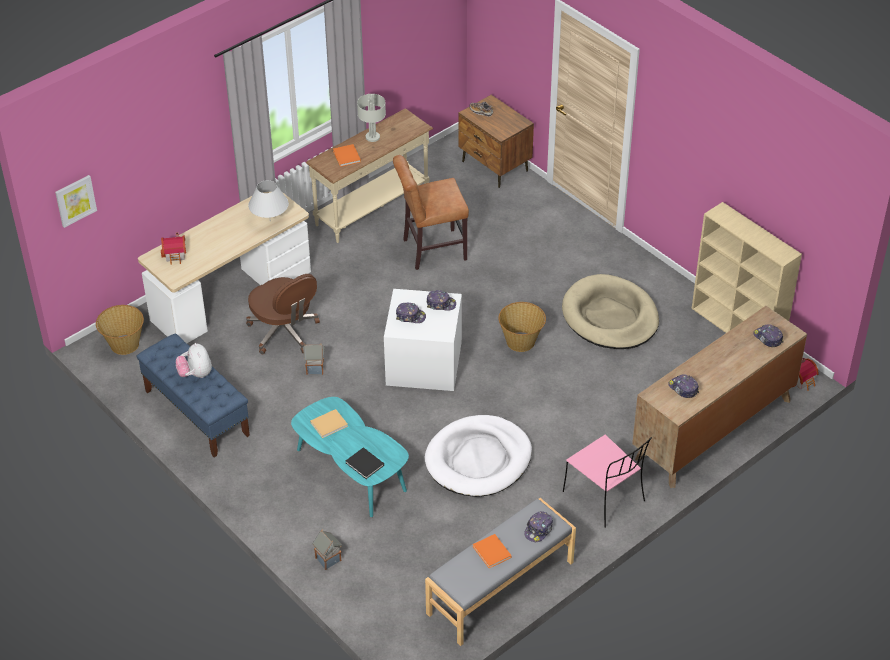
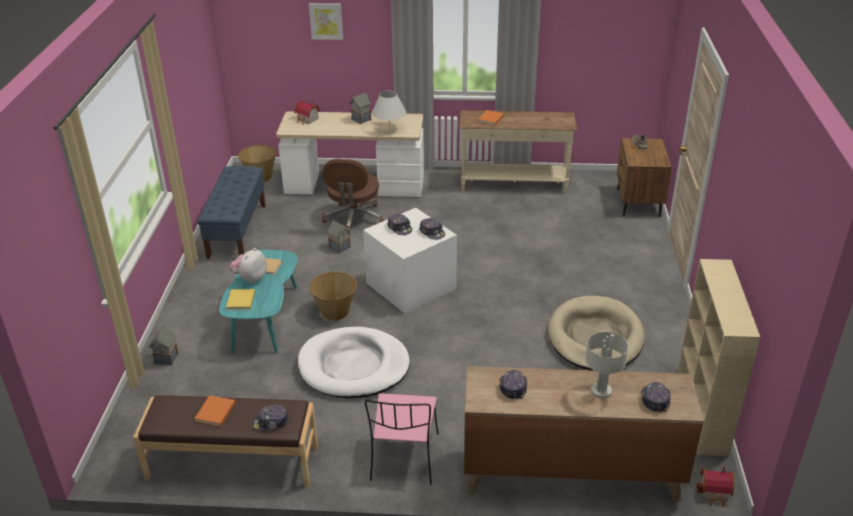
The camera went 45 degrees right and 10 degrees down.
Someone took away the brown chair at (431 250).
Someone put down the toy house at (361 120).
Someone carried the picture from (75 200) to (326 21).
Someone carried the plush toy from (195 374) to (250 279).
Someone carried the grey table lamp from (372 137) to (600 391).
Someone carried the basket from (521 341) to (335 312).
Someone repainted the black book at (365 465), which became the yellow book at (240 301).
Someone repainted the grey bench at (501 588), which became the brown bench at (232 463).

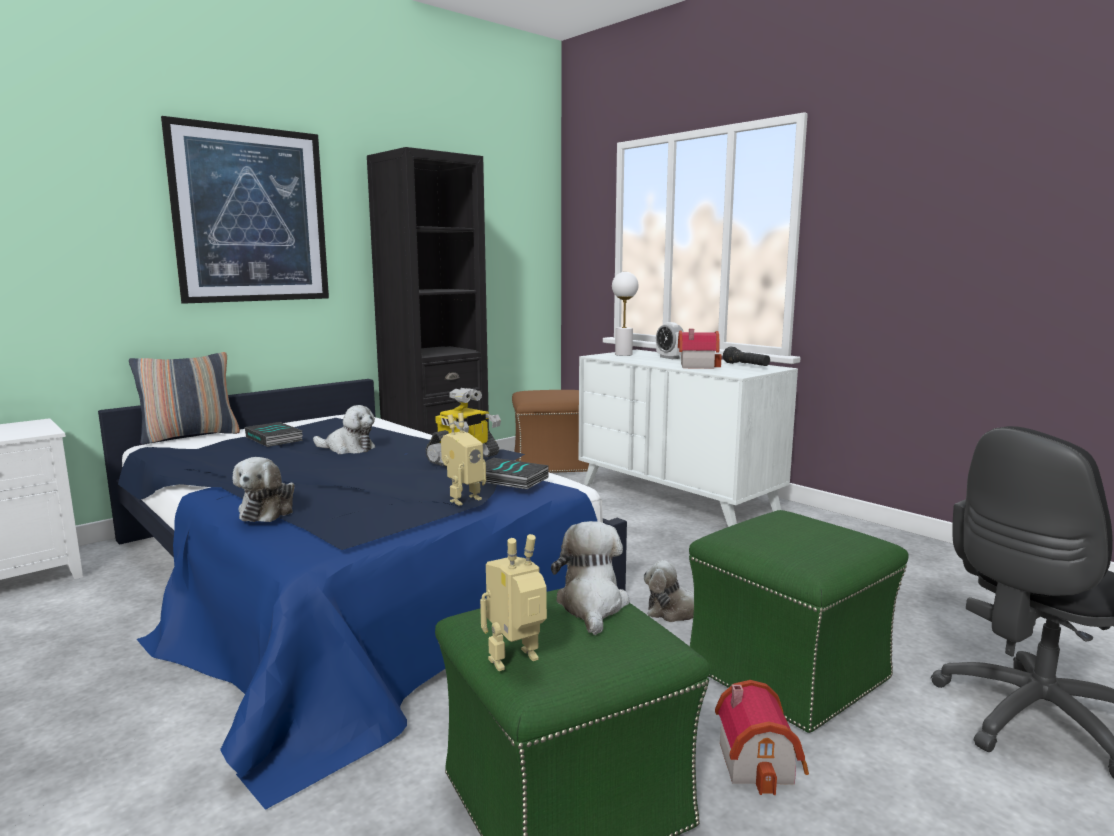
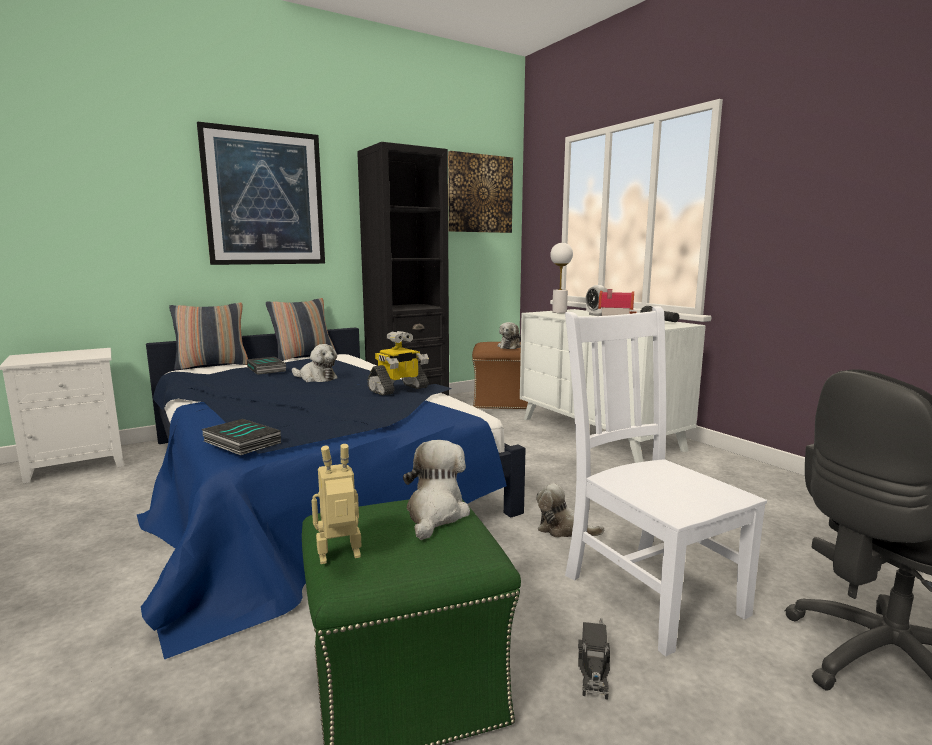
The camera went 10 degrees right and 0 degrees up.
Someone took away the toy robot at (462 499).
Someone put down the pillow at (303 356).
Someone put up the picture at (480 194).
Someone carried the plush toy from (269 510) to (510 346).
Someone carried the book from (508 479) to (240 442).
Someone swapped the green ottoman at (788 671) for the white chair at (648 591).
Someone swapped the toy house at (760 761) for the toy truck at (593 670).

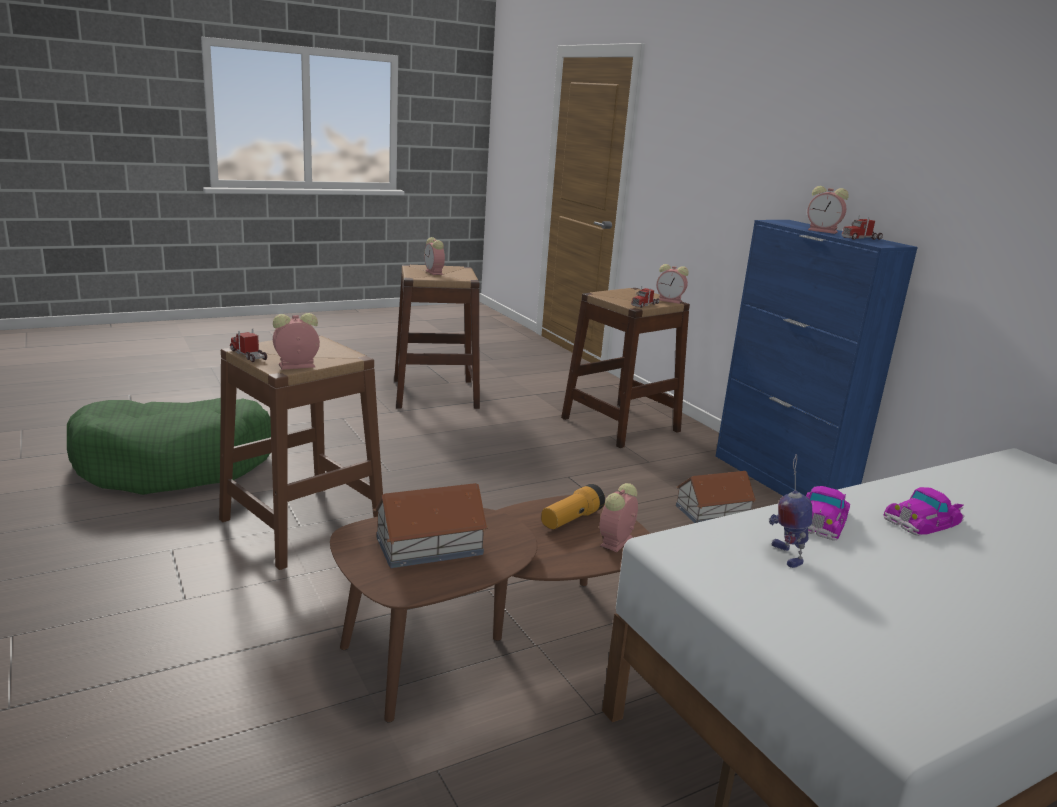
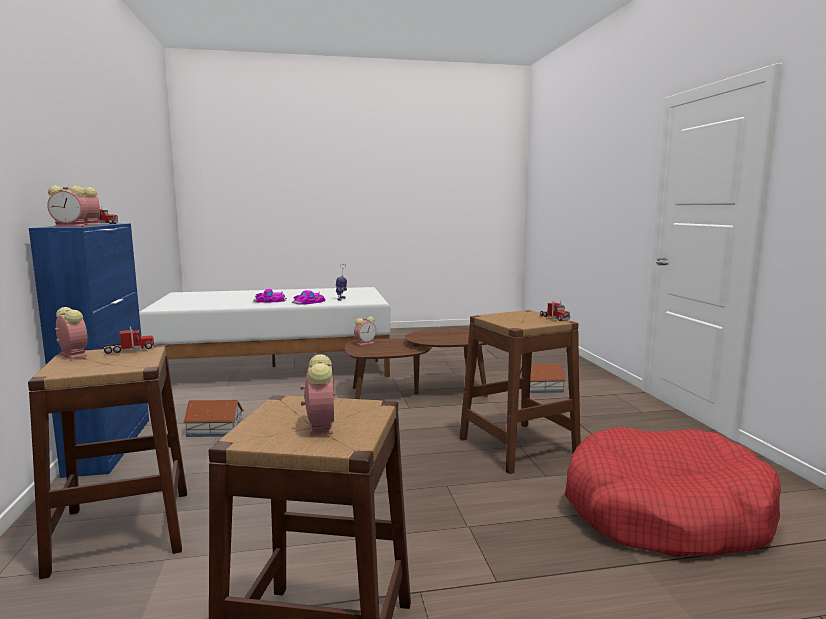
The camera went 160 degrees left and 10 degrees down.
Someone took away the flashlight at (571 519).
Someone carried the alarm clock from (295 366) to (71 226).
Someone carried the toy house from (430 545) to (540 388).
Someone repainted the green dog bed at (175 464), which became the red dog bed at (664 512).

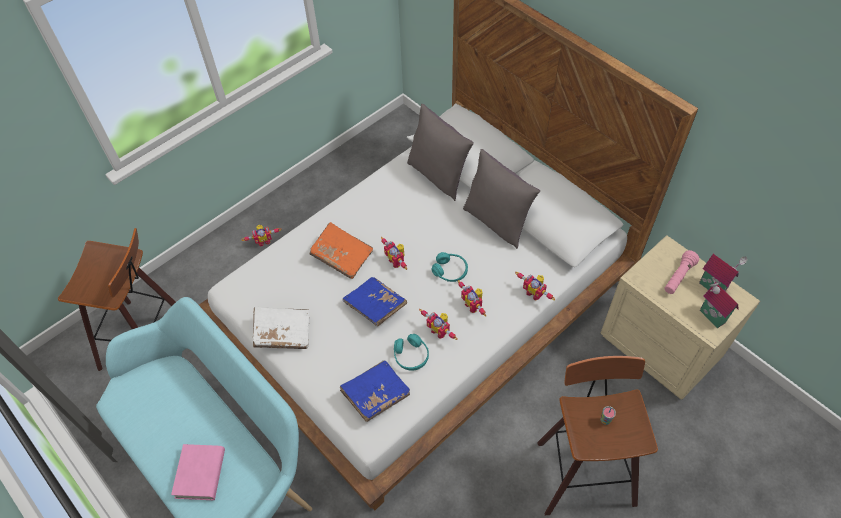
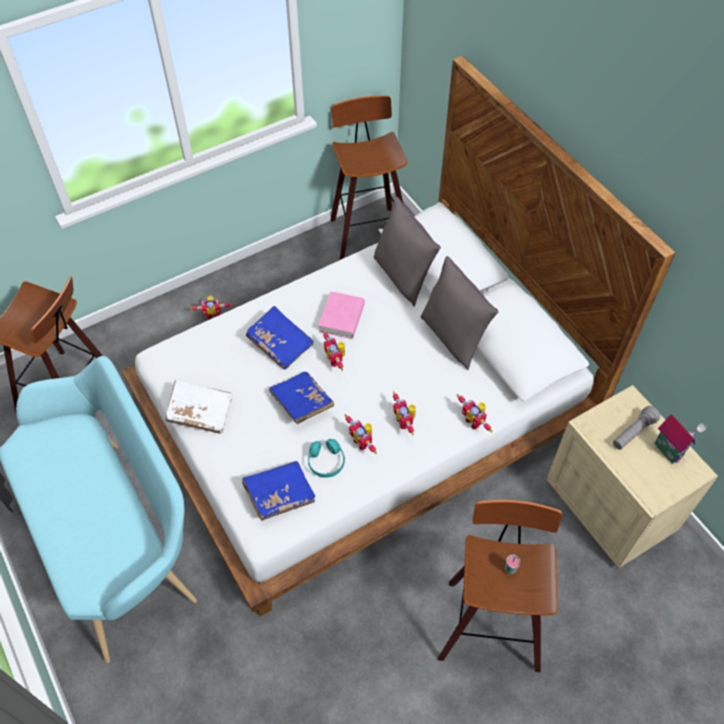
The camera went 10 degrees right and 0 degrees up.
Someone took away the turquoise headphones at (450 271).
Someone took away the toy house at (710 317).
Someone put down the stool at (367 232).
Someone carried the pink book from (200 474) to (341 318).
Someone repainted the orange book at (342 256), which became the blue book at (280 344).
Someone repainted the pink flashlight at (678 277), which became the grey flashlight at (633 433).

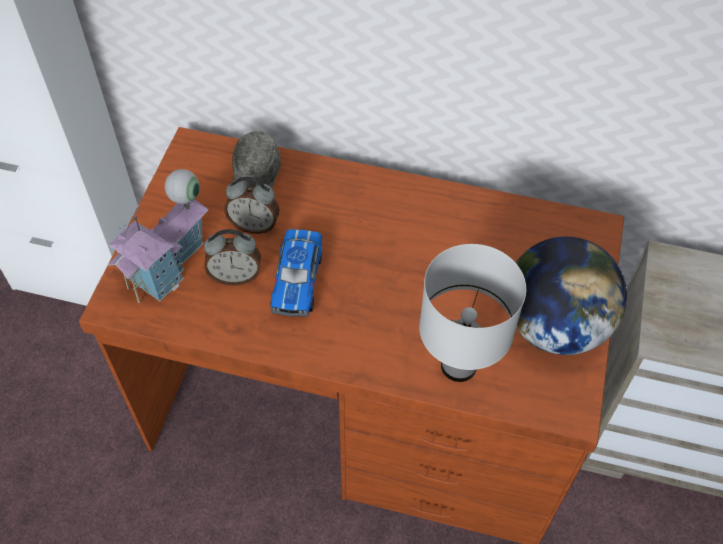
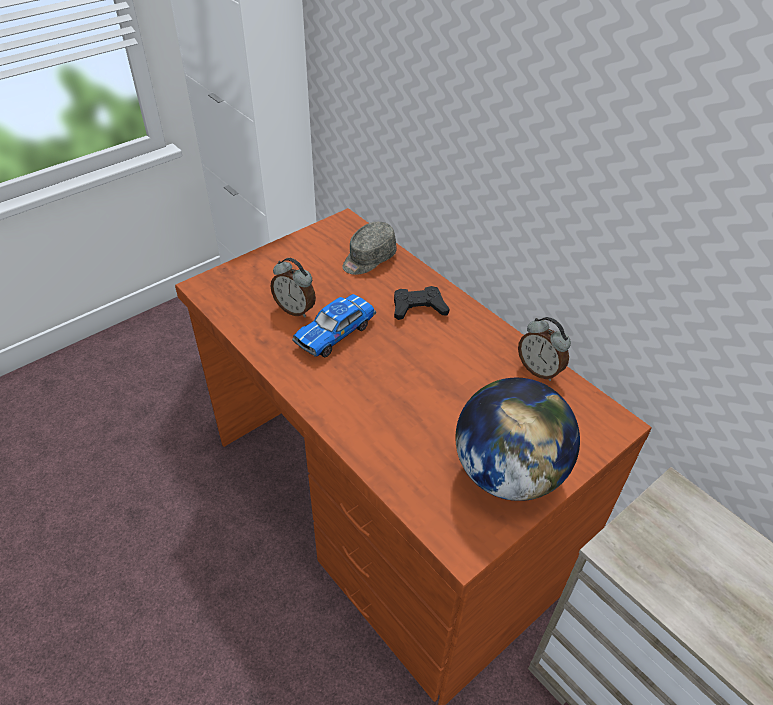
The camera went 35 degrees right and 10 degrees down.
Someone took away the toy house at (169 265).
Someone took away the white table lamp at (458 365).
Someone put down the black game controller at (418 307).
Someone carried the alarm clock from (254 225) to (539 370).

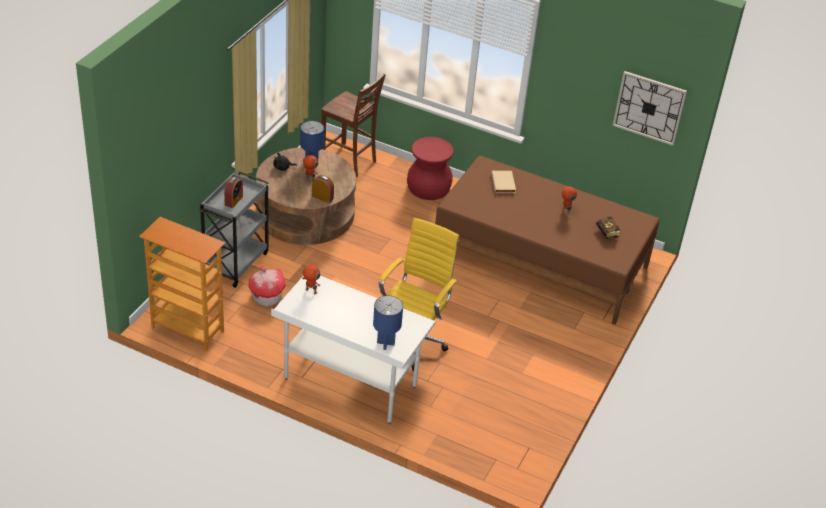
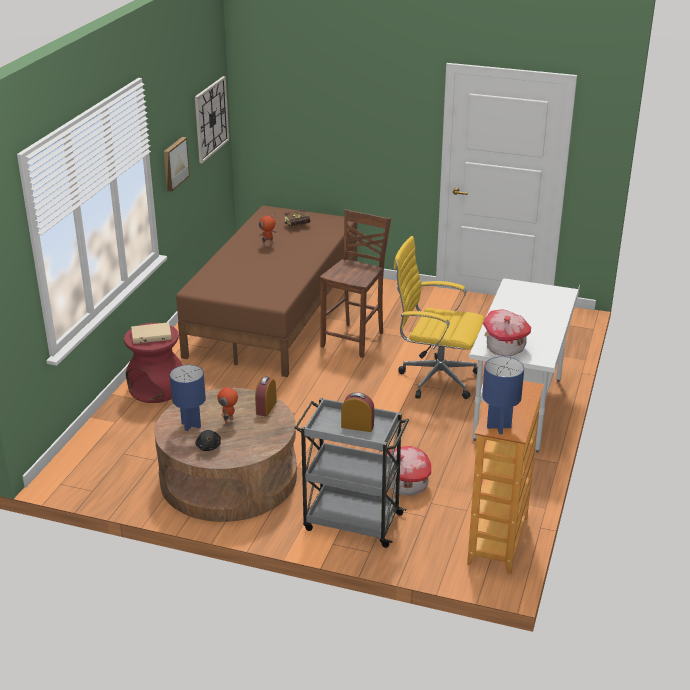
The camera went 95 degrees left and 10 degrees down.
Someone put up the picture at (174 163).
Someone carried the brown chair from (349 161) to (354 339).
Someone carried the blue table lamp from (385 343) to (498 427).
Someone carried the beige book from (504 184) to (151 335).
Someone swapped the toy robot at (310 291) for the toy house at (505 347).

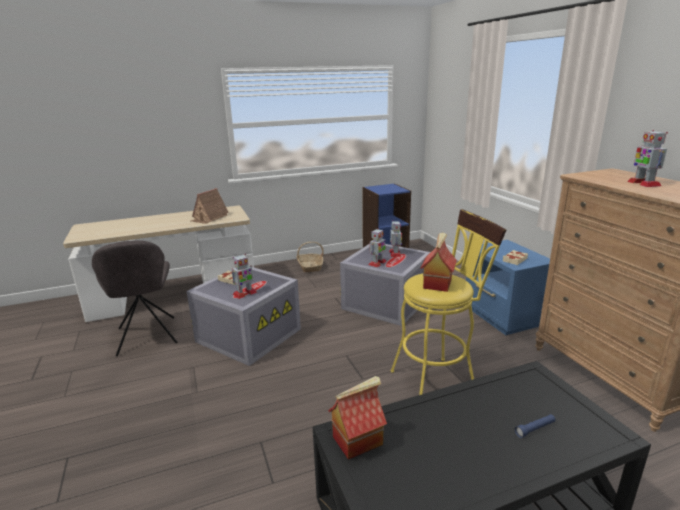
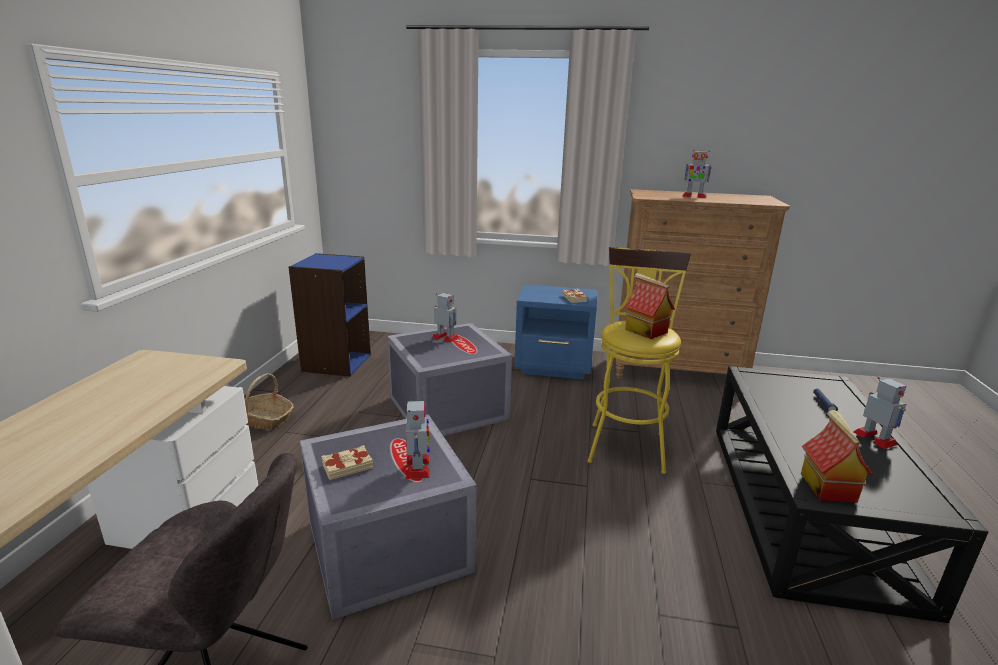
The camera went 60 degrees left and 0 degrees up.
Someone took away the toy house at (209 218).
Someone carried the toy robot from (377 263) to (875 438).

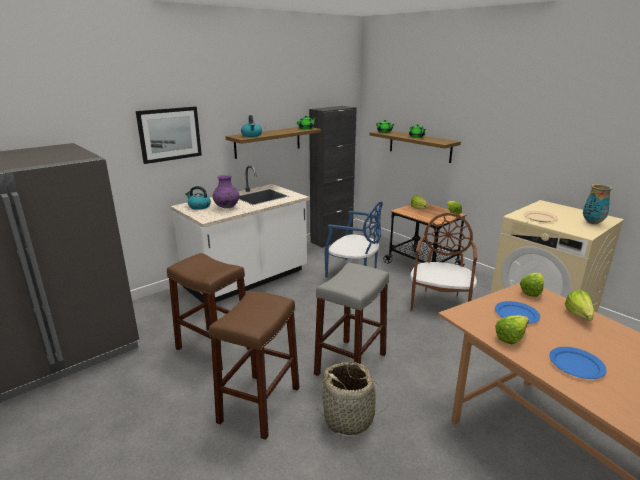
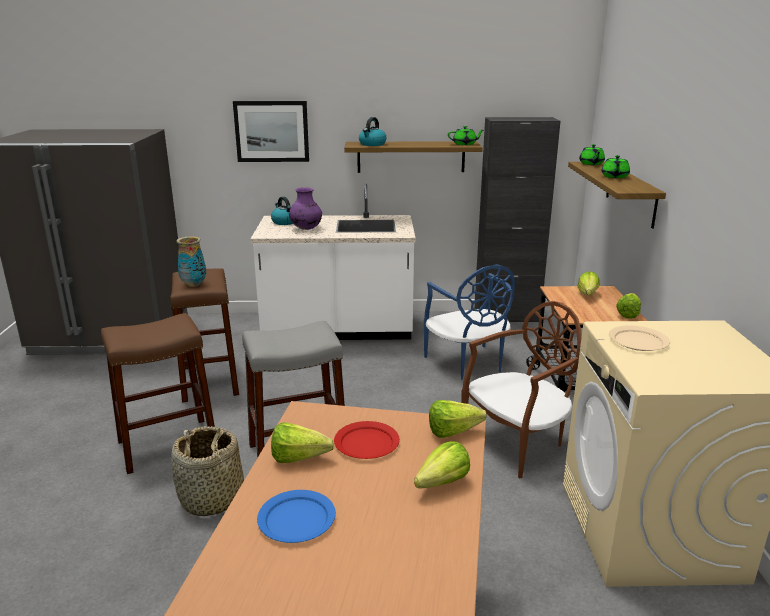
The camera went 40 degrees right and 0 degrees up.
Someone carried the vase from (592 222) to (194 284).
Someone repainted the blue plate at (516 314), which became the red plate at (366 443).

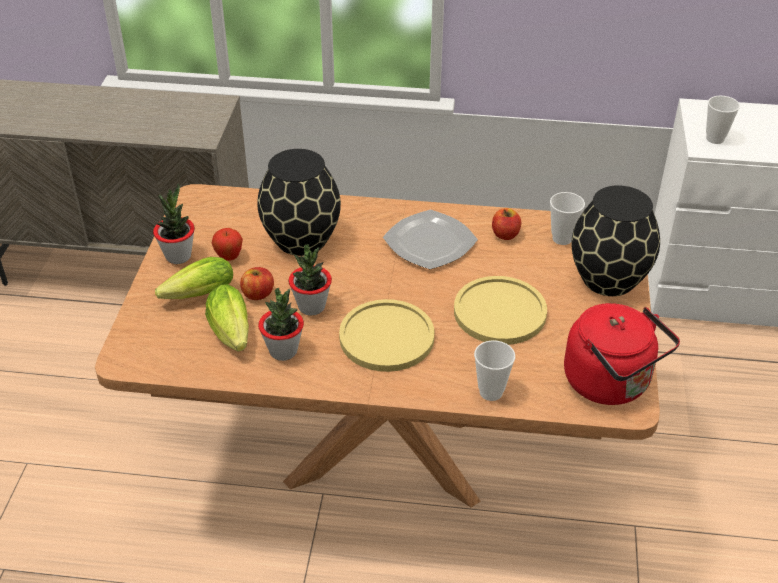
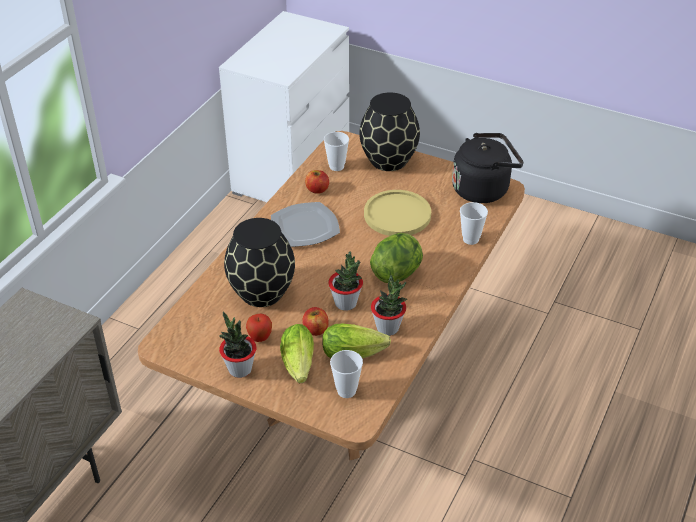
The camera went 70 degrees left and 0 degrees up.
Someone carried the cup from (715 139) to (346 391).
Someone swapped the yellow plate at (386 337) for the lettuce at (397 273).
Someone repainted the red kettle at (611 384), which became the black kettle at (483 189).

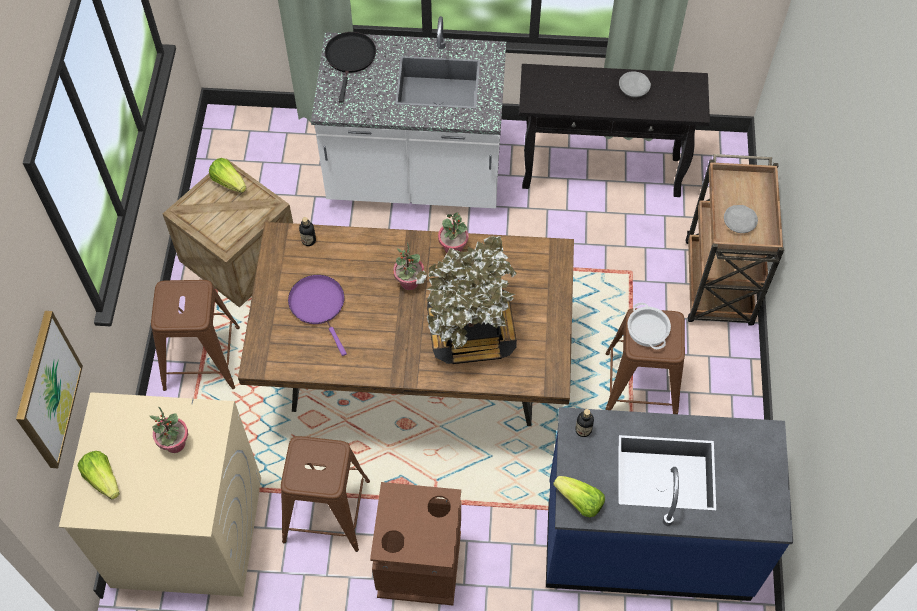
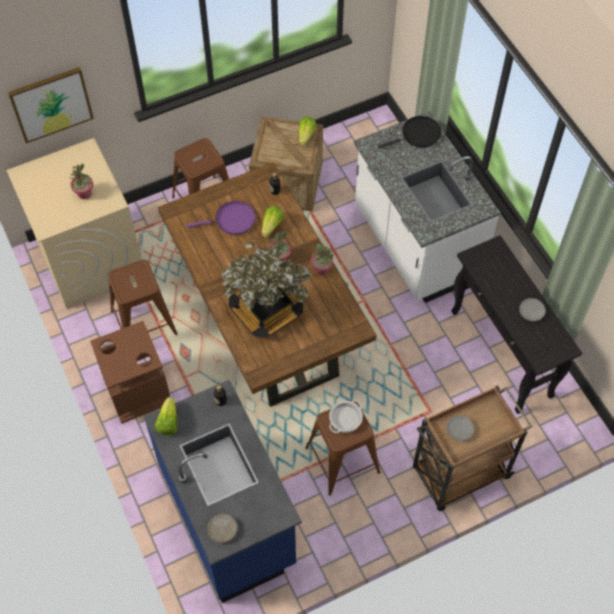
The camera went 60 degrees right and 0 degrees up.
Someone put down the beige plate at (223 530).
Someone carried the lettuce from (103 479) to (272 225).
Someone rotated the purple frying pan at (319 305) by 45 degrees clockwise.

